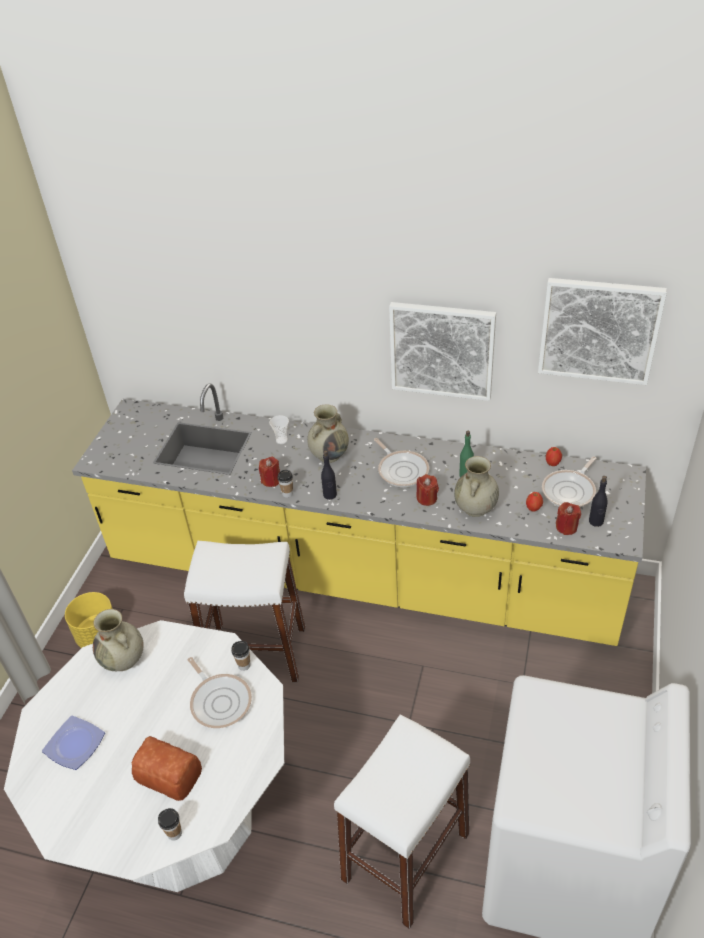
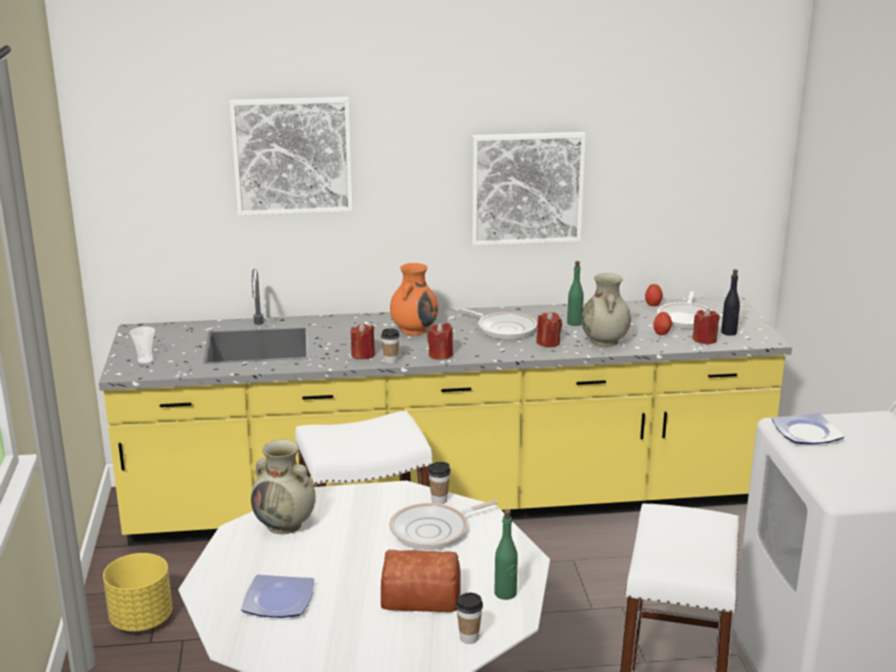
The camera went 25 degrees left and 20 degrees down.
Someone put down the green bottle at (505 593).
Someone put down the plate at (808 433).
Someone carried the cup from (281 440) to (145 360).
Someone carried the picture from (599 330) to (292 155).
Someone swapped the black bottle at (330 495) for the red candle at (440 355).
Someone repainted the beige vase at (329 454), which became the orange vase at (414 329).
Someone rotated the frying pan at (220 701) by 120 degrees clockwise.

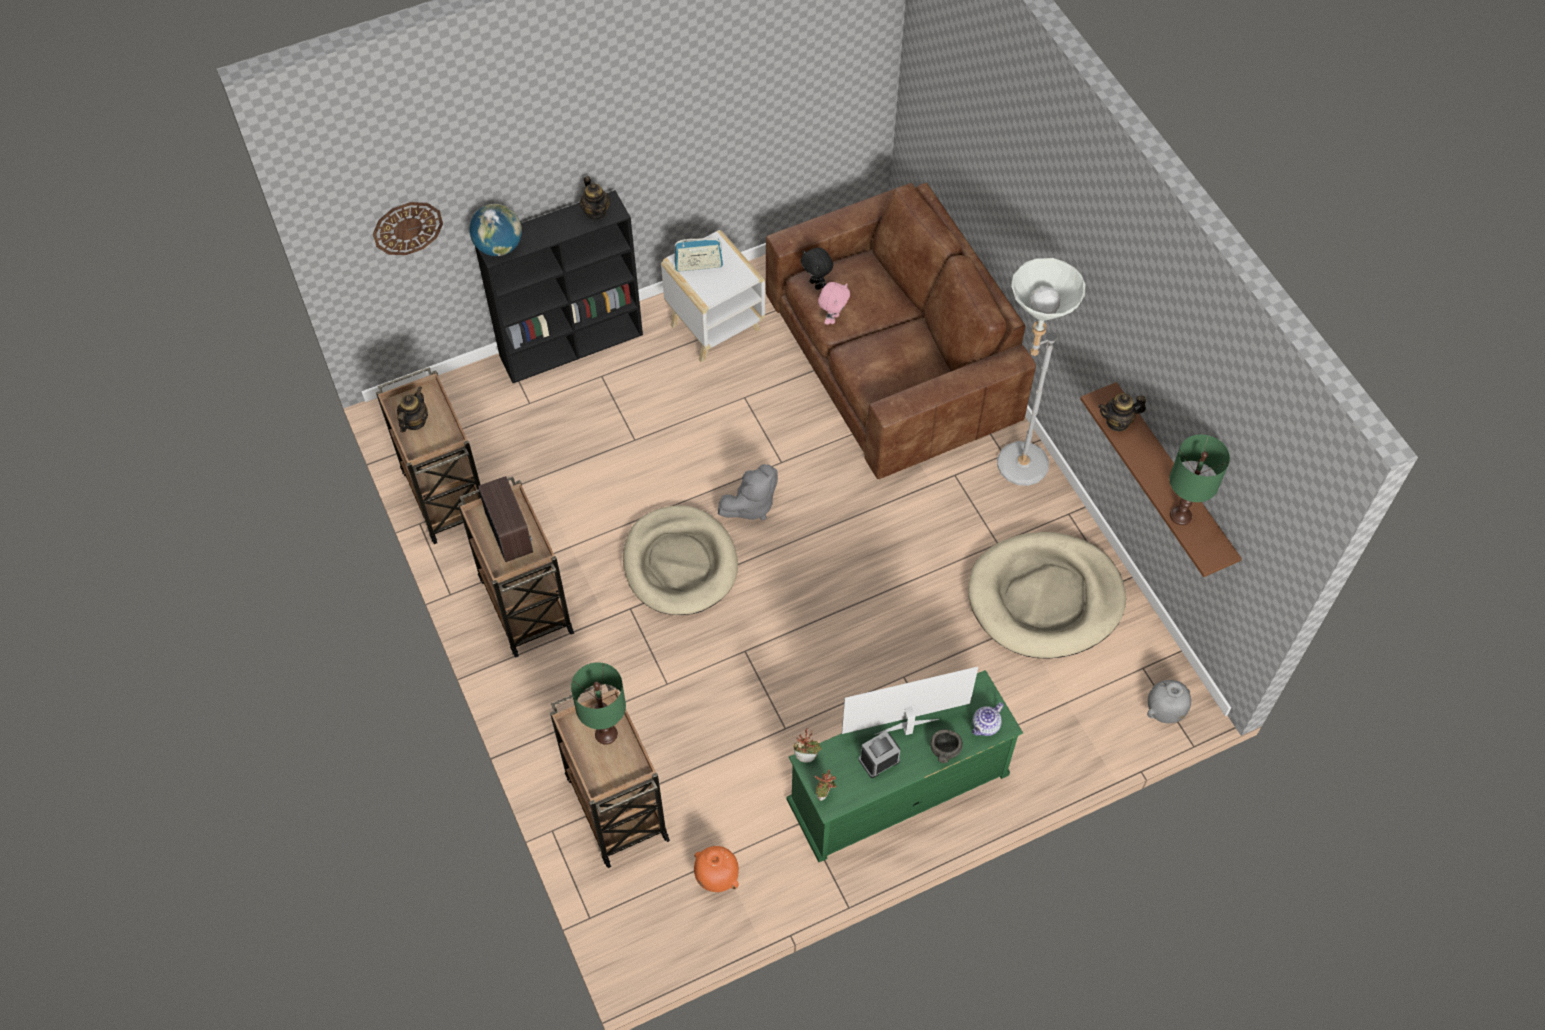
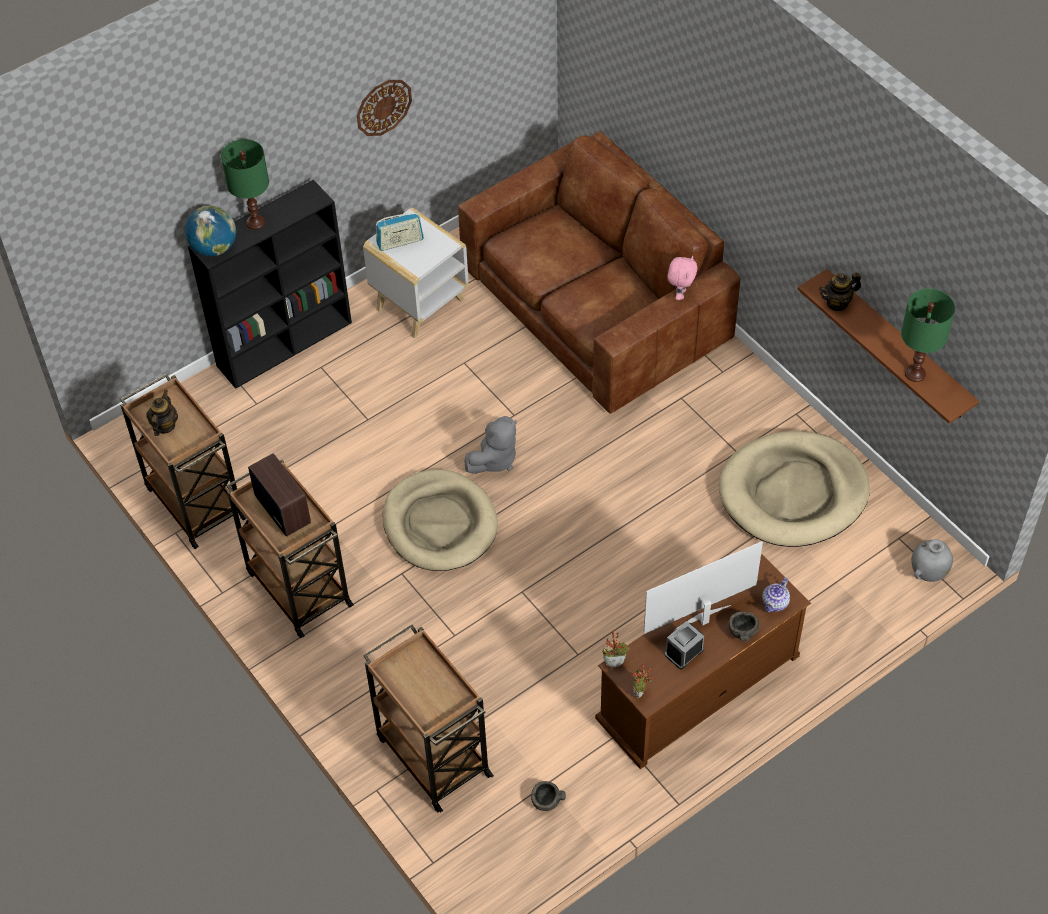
The camera went 10 degrees left and 5 degrees down.
Someone took away the teapot at (596 212).
Someone took away the black plush toy at (816 284).
Someone took away the grey floor lamp at (1012 468).
Someone carried the wall clock from (407 227) to (383 107).
Someone carried the green table lamp from (606 733) to (255 222).
Someone carried the pink plush toy from (833 318) to (680 294).
Someone swapped the orange vase at (716 877) for the grey bowl at (546 801).
Someone repainted the green tv stand at (897 789), which became the brown tv stand at (698 689).

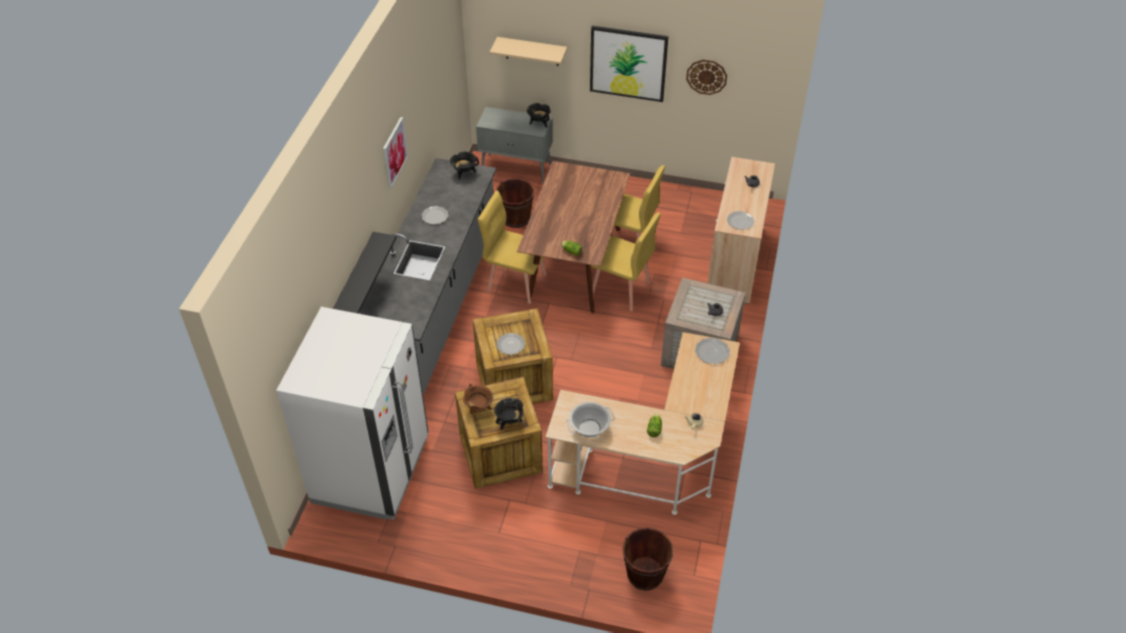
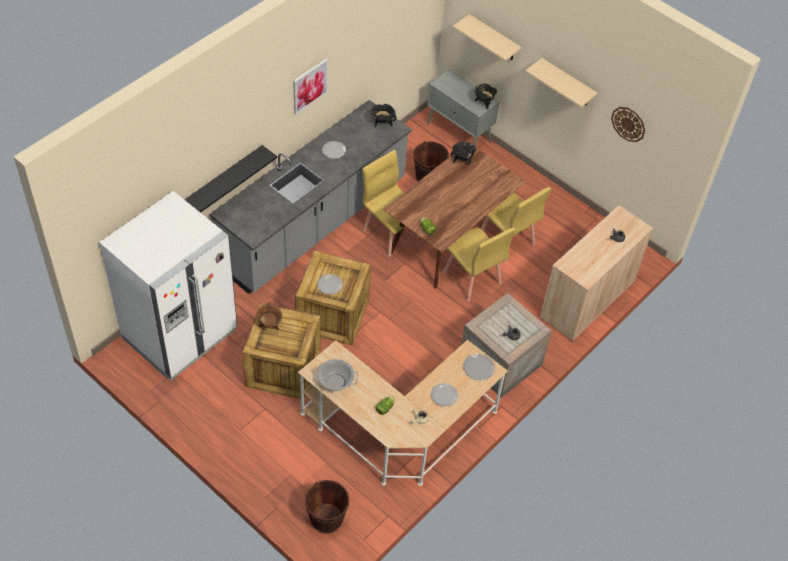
The camera went 25 degrees right and 5 degrees up.
Someone carried the black cooking pot from (509 422) to (462 160).
Someone carried the plate from (739 221) to (444 395).
Someone swapped the picture at (628 63) for the beige shelf at (567 83).

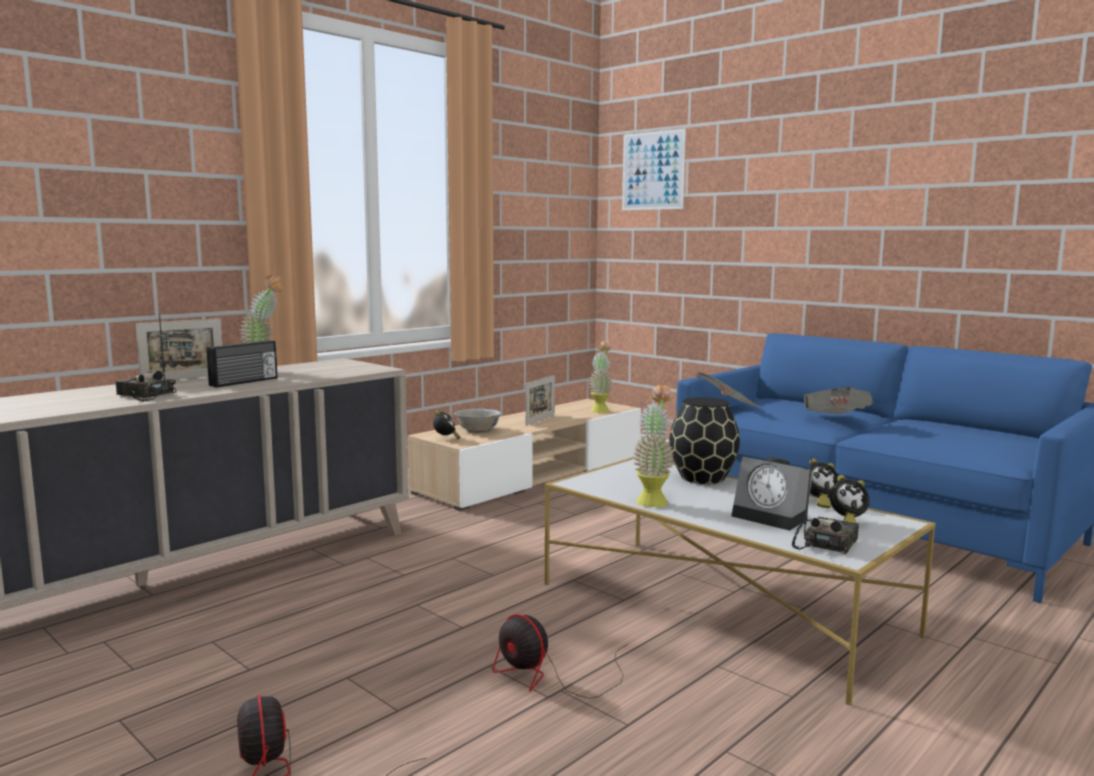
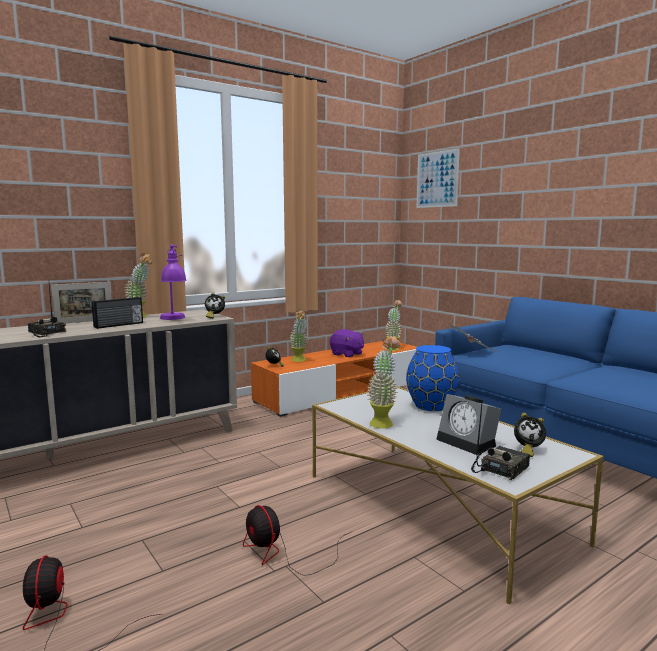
The camera went 10 degrees right and 0 degrees up.
Someone took away the newspaper at (836 420).
Someone put down the purple table lamp at (174 319).
Someone carried the alarm clock from (819 502) to (214 317).
Someone swapped the white bowl at (478 430) for the potted plant at (299 361).
Someone swapped the picture frame at (540 420) for the purple plush toy at (347 354).
Someone repainted the beige tv stand at (533 474), which became the orange tv stand at (341 392).
Someone repainted the black vase at (702 477), which became the blue vase at (431 405).

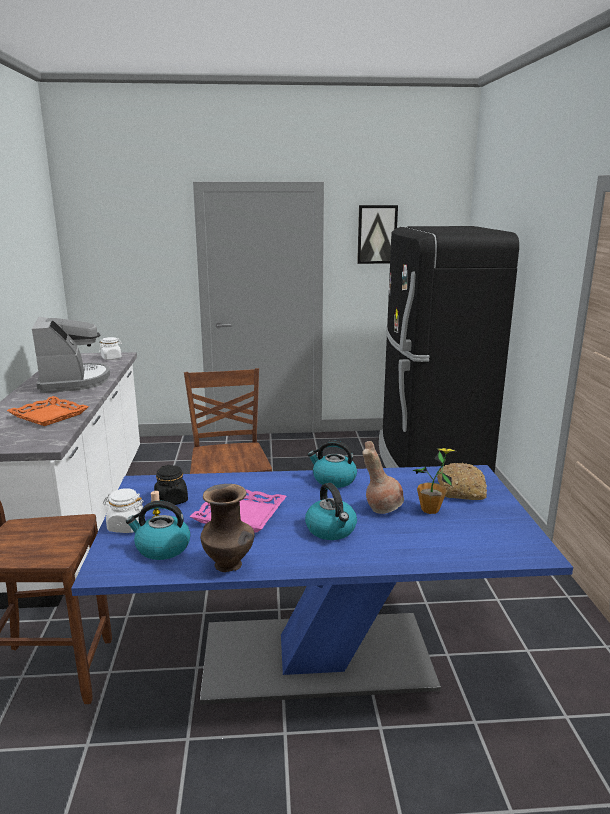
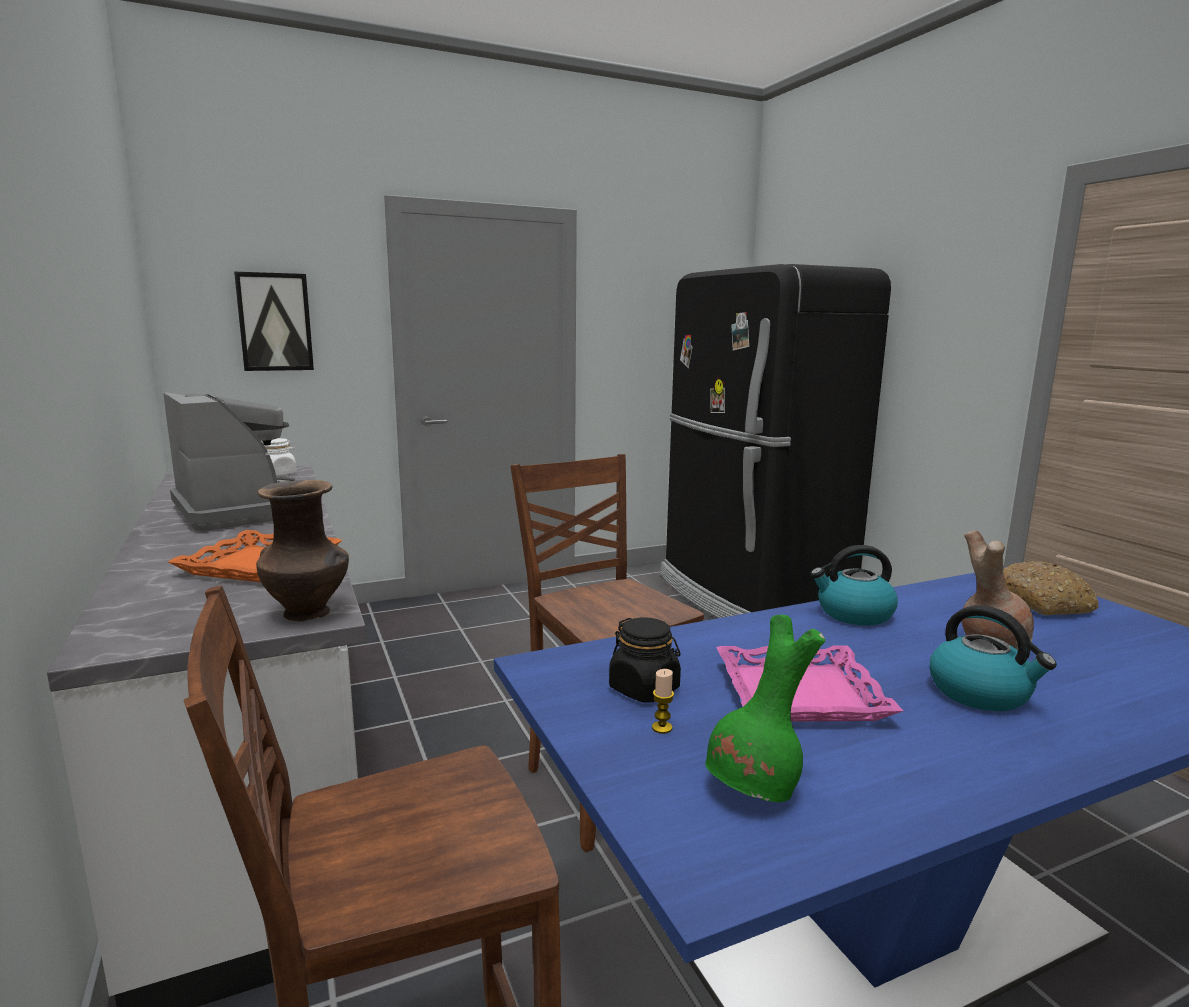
The camera went 20 degrees left and 5 degrees down.
Someone took away the white jar at (126 526).
Someone took away the potted plant at (430 509).
Someone carried the brown vase from (229 565) to (309 613).
Someone carried the picture from (377 234) to (275 322).
Someone swapped the kettle at (162 548) for the green vase at (756 789).

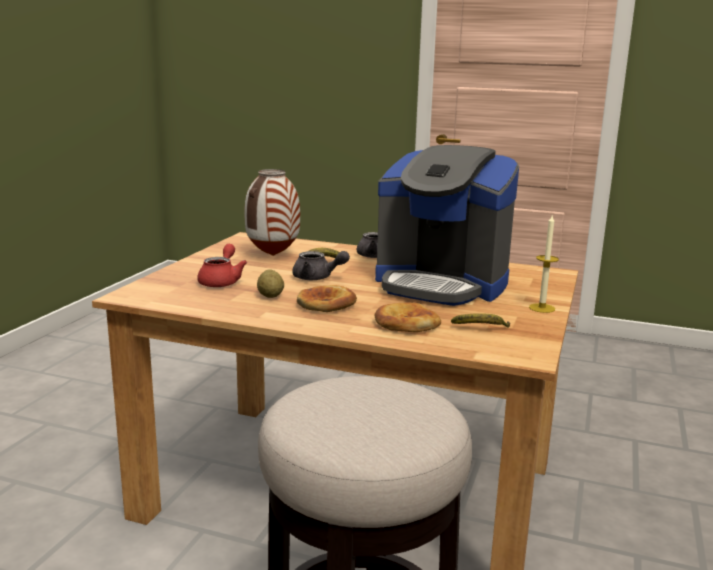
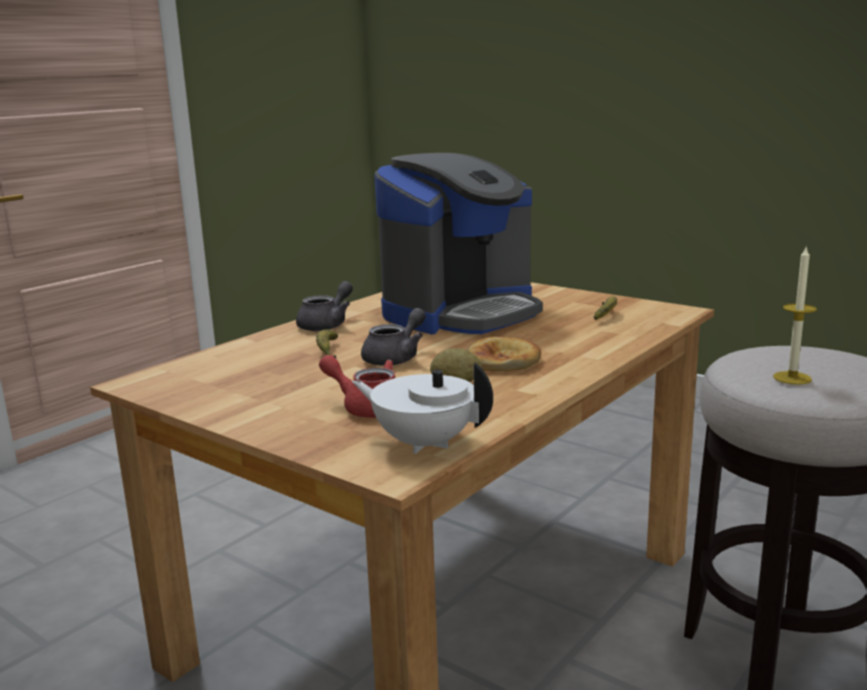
The camera went 70 degrees left and 0 degrees up.
Someone took away the vase at (273 255).
Someone took away the bread at (406 323).
Someone put down the white teapot at (424 443).
Someone carried the candle from (542 308) to (792 378).

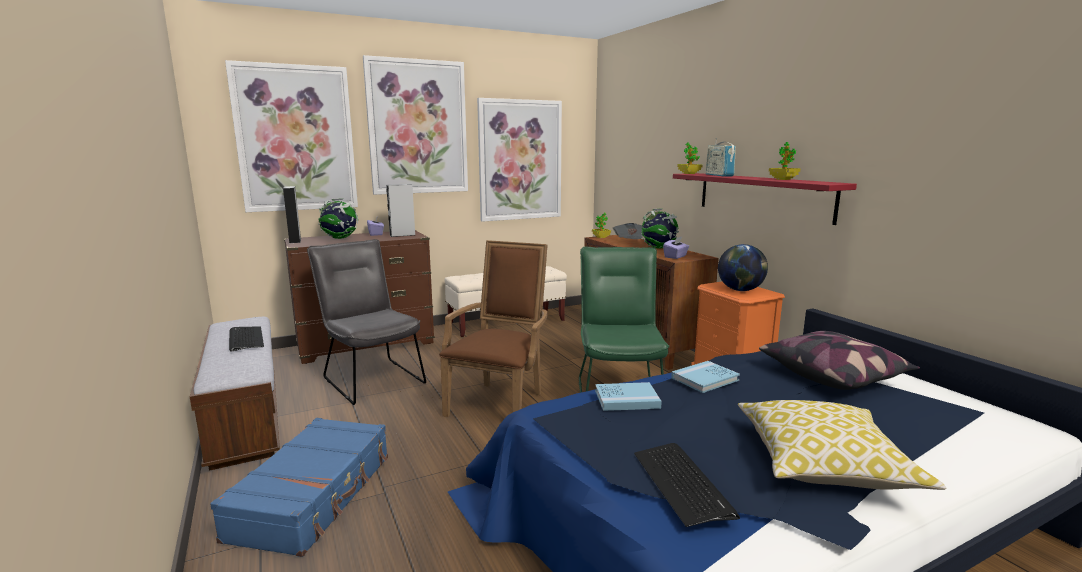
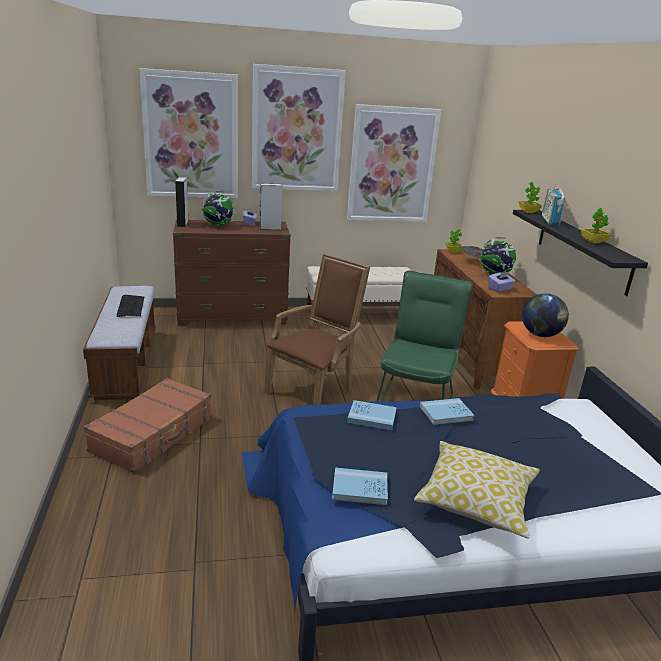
The camera went 15 degrees right and 10 degrees up.
Someone took away the grey chair at (371 378).
Someone took away the pillow at (833 376).
Someone swapped the keyboard at (682 483) for the blue book at (360 488).
Someone repainted the blue suitcase at (314 496), which became the brown suitcase at (154 434).
Someone repainted the red shelf at (762 196), which became the black shelf at (582 250).

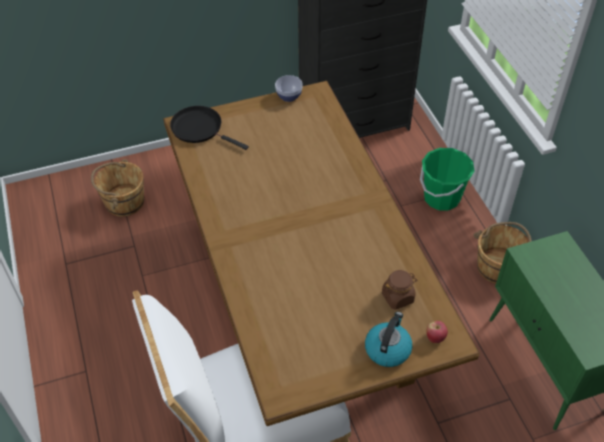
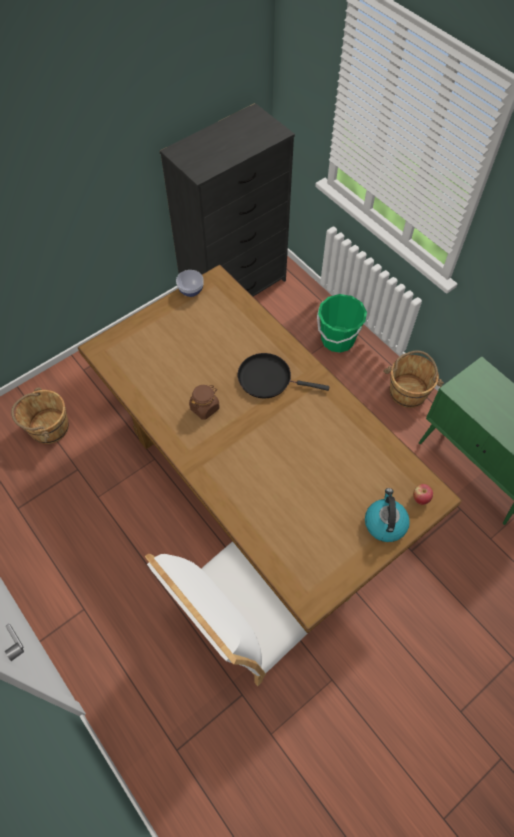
The camera went 20 degrees left and 10 degrees up.
Someone carried the black frying pan from (200 128) to (268 378).
Someone carried the brown jar from (398 297) to (205 407).

